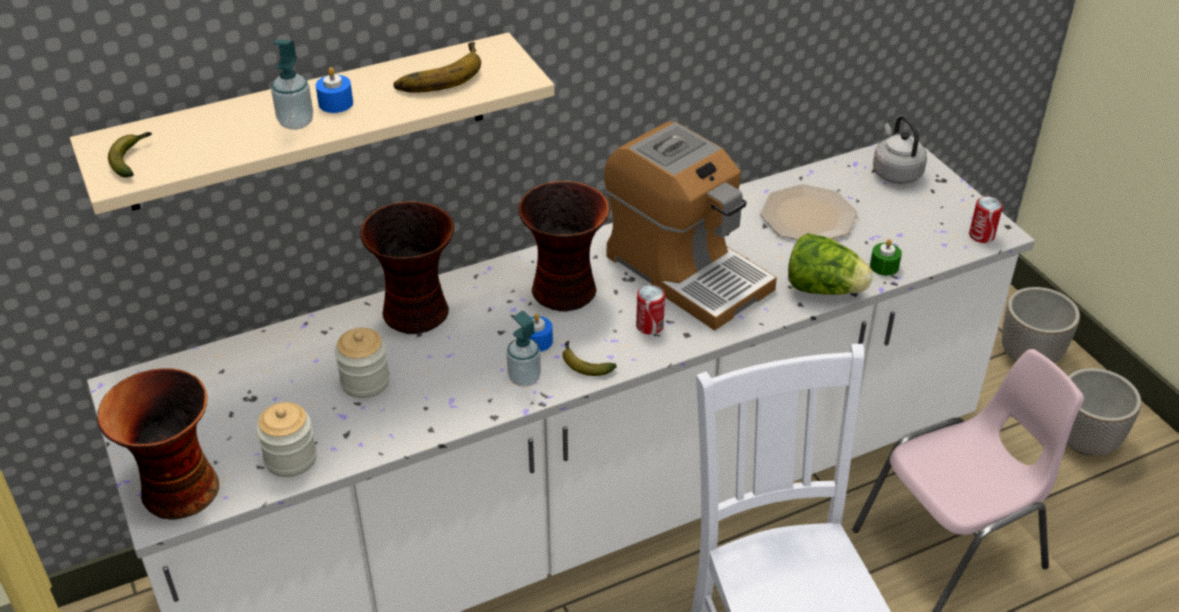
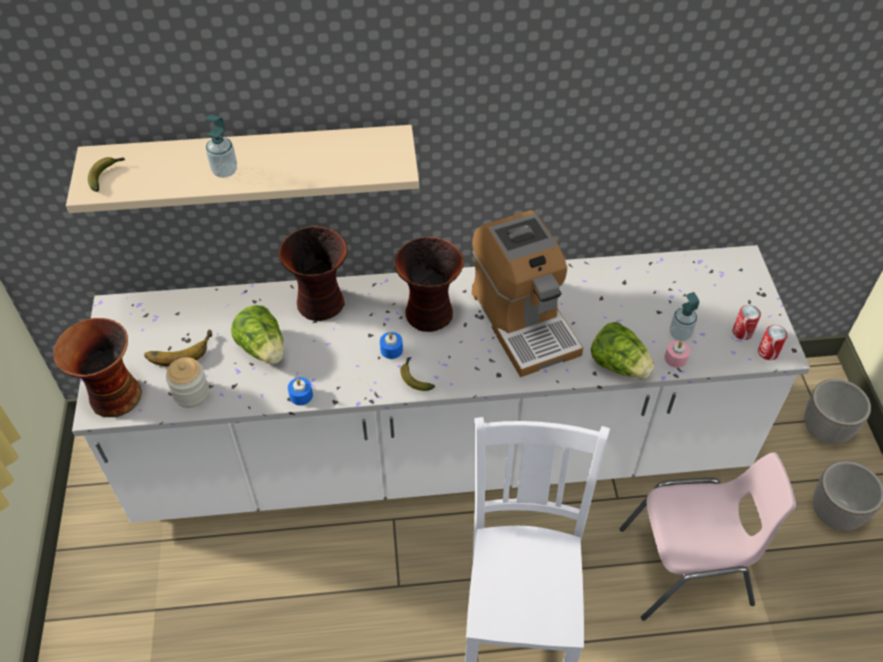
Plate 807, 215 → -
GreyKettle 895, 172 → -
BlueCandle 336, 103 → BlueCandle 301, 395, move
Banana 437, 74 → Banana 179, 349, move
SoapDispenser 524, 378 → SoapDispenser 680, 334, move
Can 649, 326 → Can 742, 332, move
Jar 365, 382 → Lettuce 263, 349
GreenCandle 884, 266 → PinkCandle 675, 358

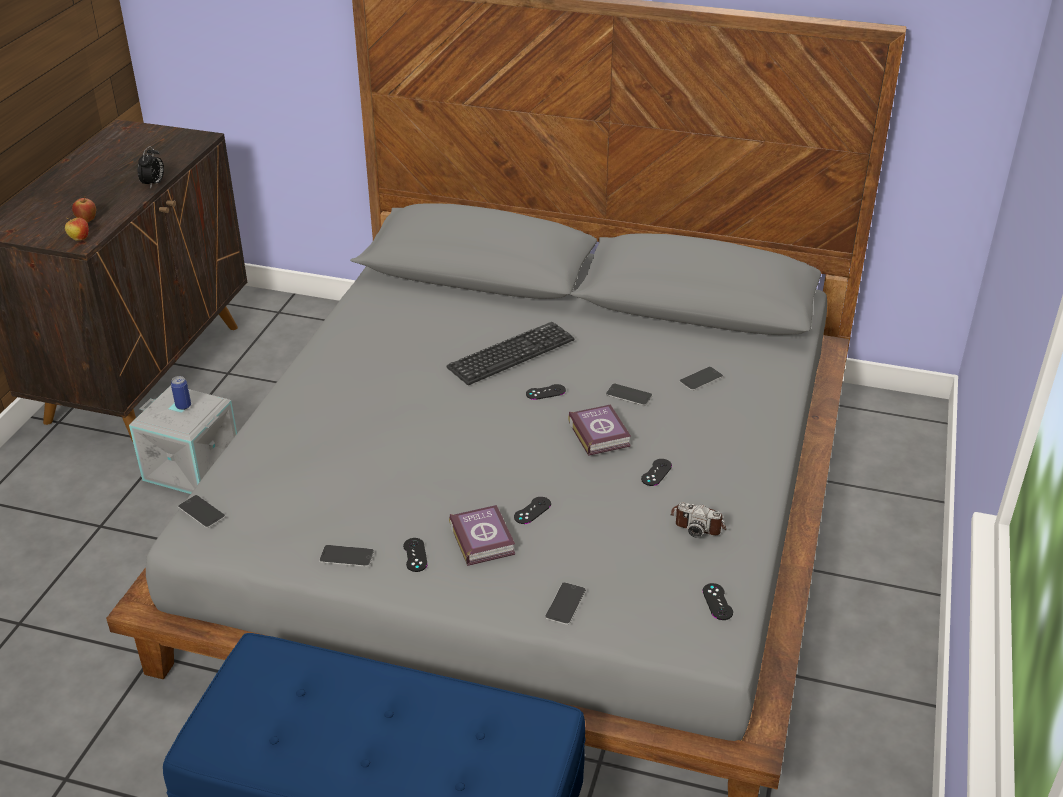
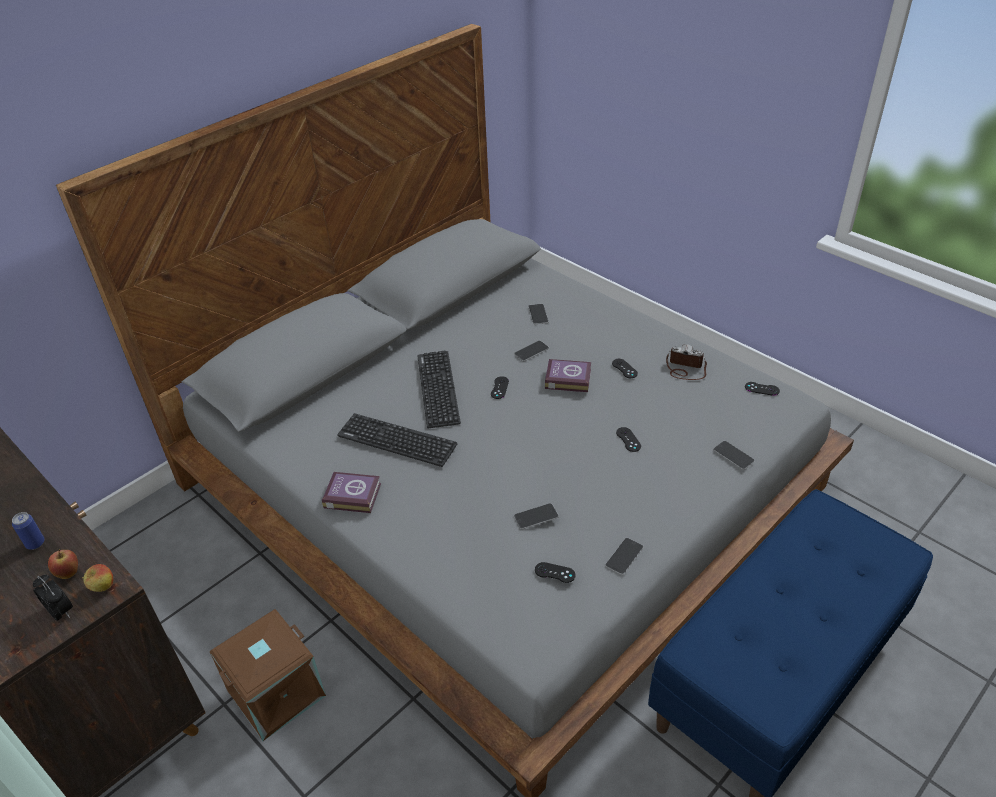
- → Keyboard 397, 440
AlarmClock 154, 184 → AlarmClock 61, 612, move
Can 183, 406 → Can 35, 543, move
Phone 201, 511 → Phone 536, 516, move
BlackGameController 415, 555 → BlackGameController 555, 572, move
Book 482, 538 → Book 351, 495, move
GreyStorageBox 193, 466 → BrownStorageBox 276, 691
PhotoCamera 698, 522 → PhotoCamera 685, 369, 120 degrees counterclockwise

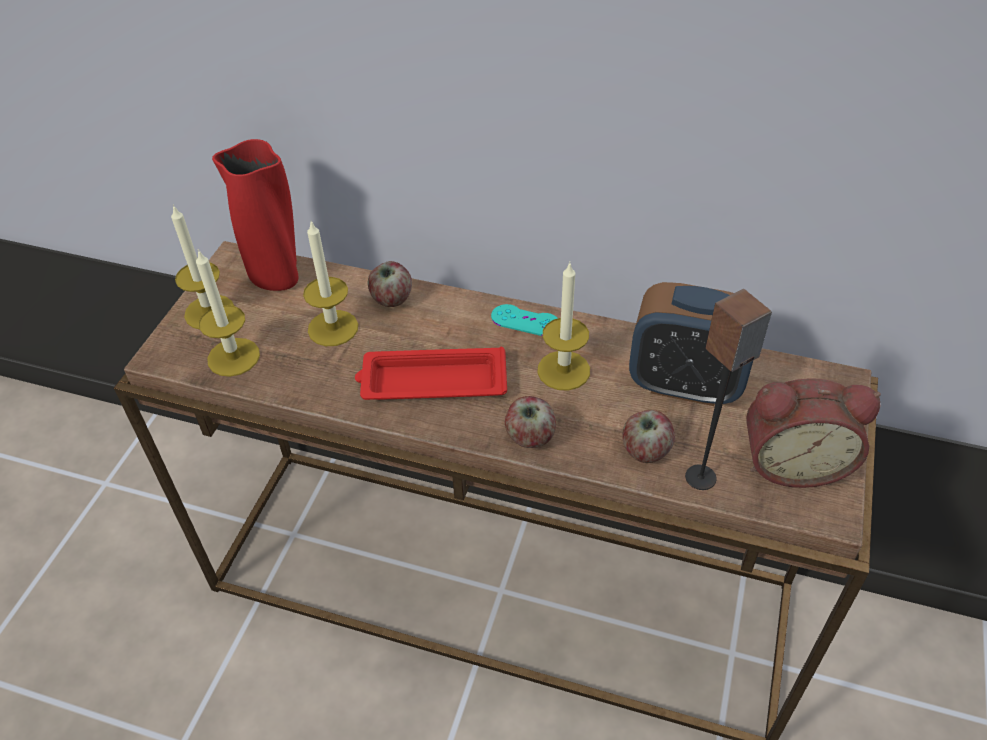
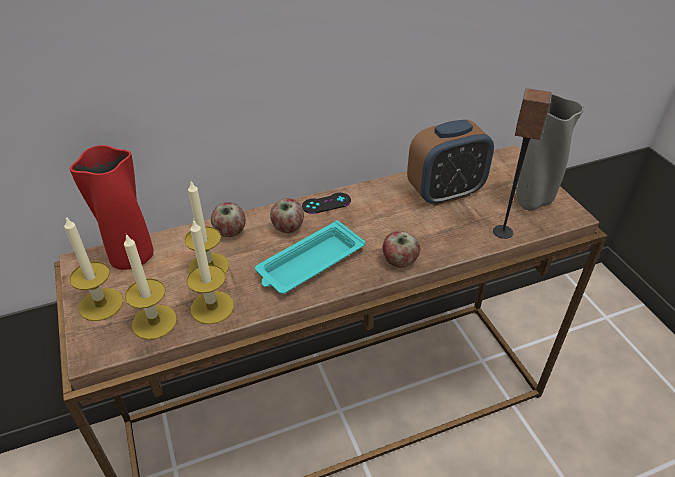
Candle 563, 370 → Candle 212, 307, move
Apple 645, 451 → Apple 287, 228, move
AlarmClock 792, 461 → GreyVase 532, 201
RedTray 431, 382 → TurquoiseTray 309, 264
TurquoiseGameController 525, 320 → BlackGameController 326, 203

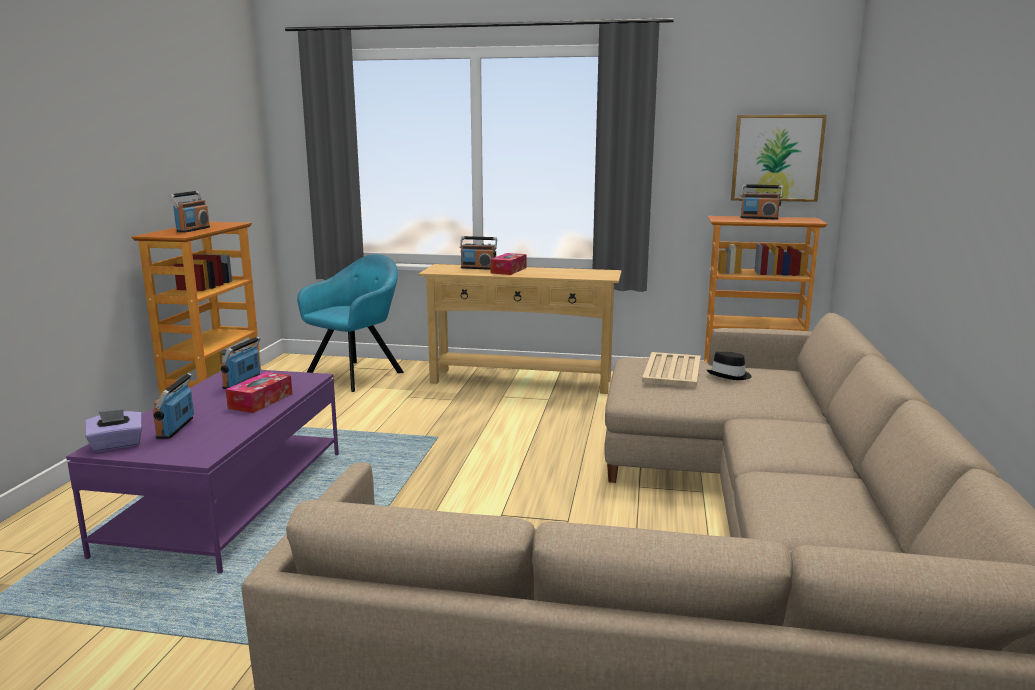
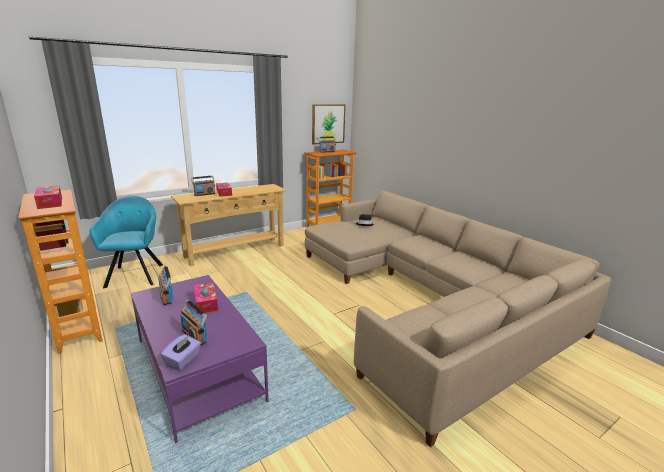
BeigeTray 672, 370 → -
Radio 193, 229 → TissueBox 50, 203

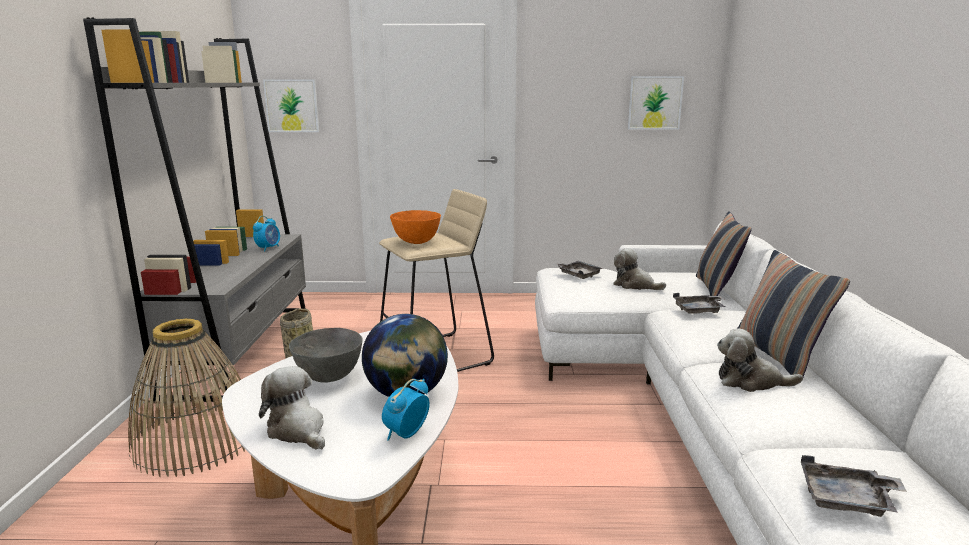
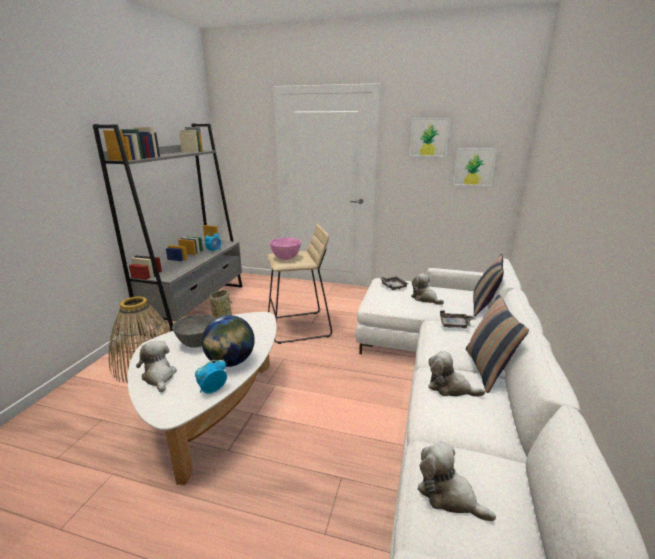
Picture 292, 106 → Picture 429, 137, move
GreyTray 847, 500 → PlushToy 448, 495
OrangeBowl 417, 242 → PinkBowl 286, 258

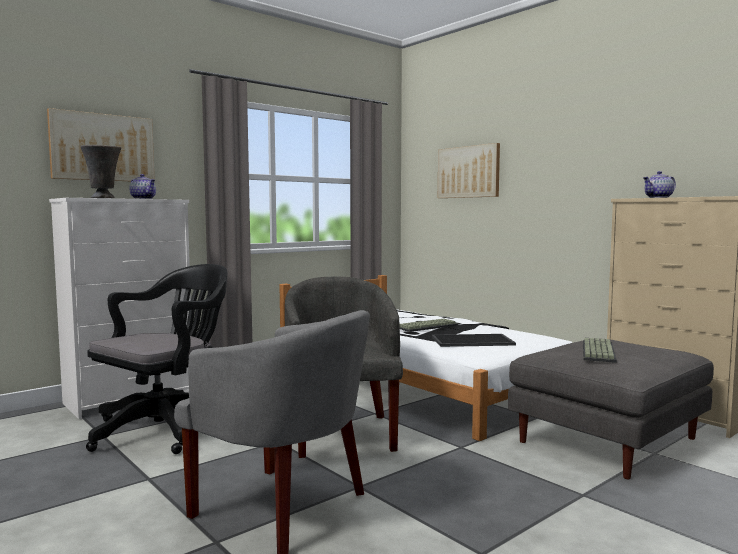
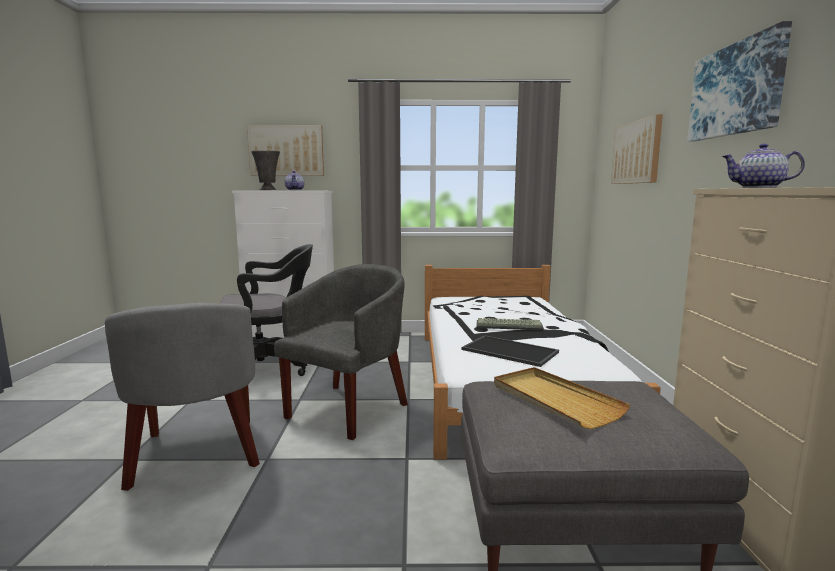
- → Picture 736, 90
Keyboard 596, 351 → BeigeTray 554, 400

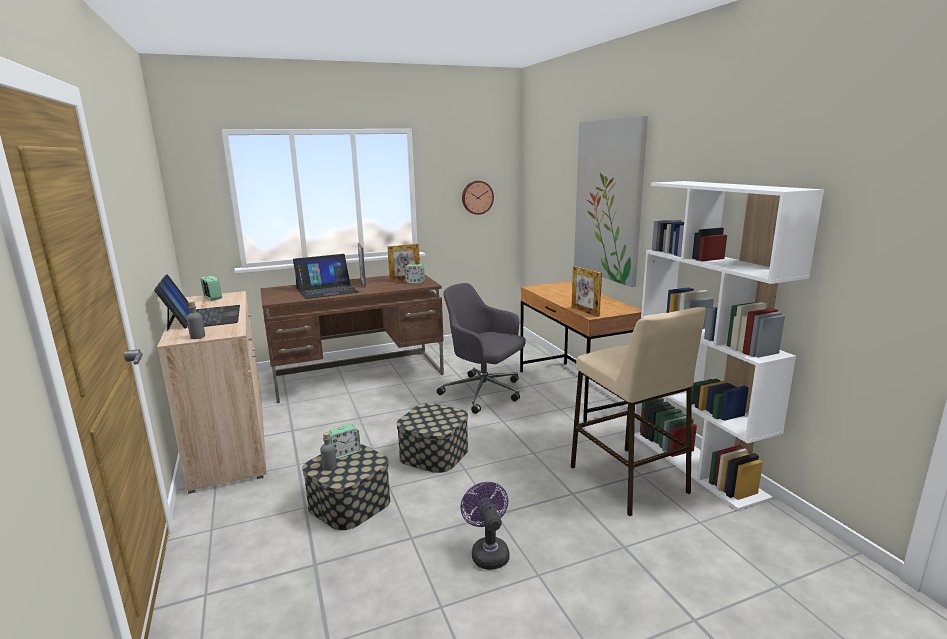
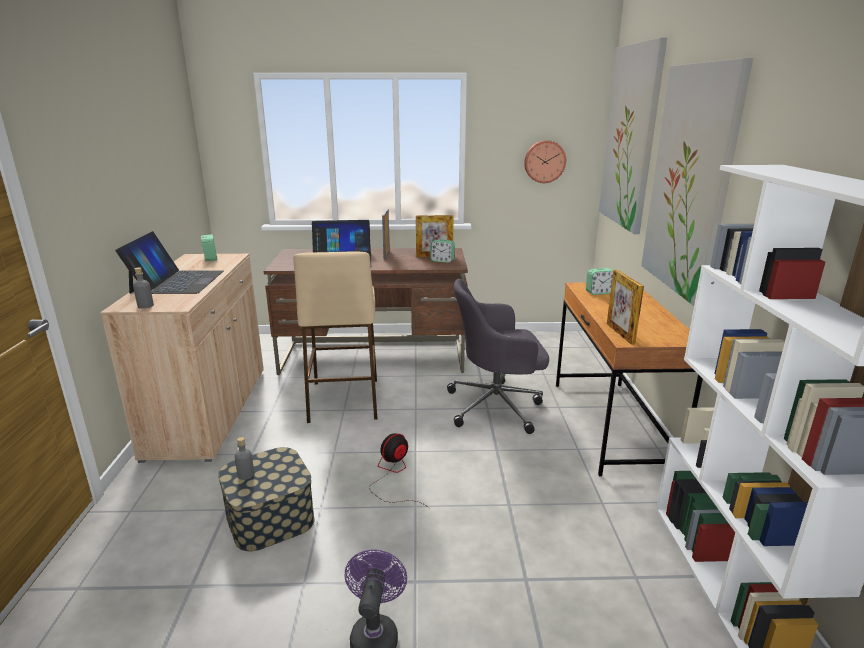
- → Picture 630, 137
AlarmClock 345, 452 → AlarmClock 599, 292, move
BeigeStool 628, 480 → BeigeStool 344, 400, move
StorageBox 434, 453 → Fan 394, 475
GreyOfficeChair 484, 393 → GreyOfficeChair 496, 406, 60 degrees counterclockwise

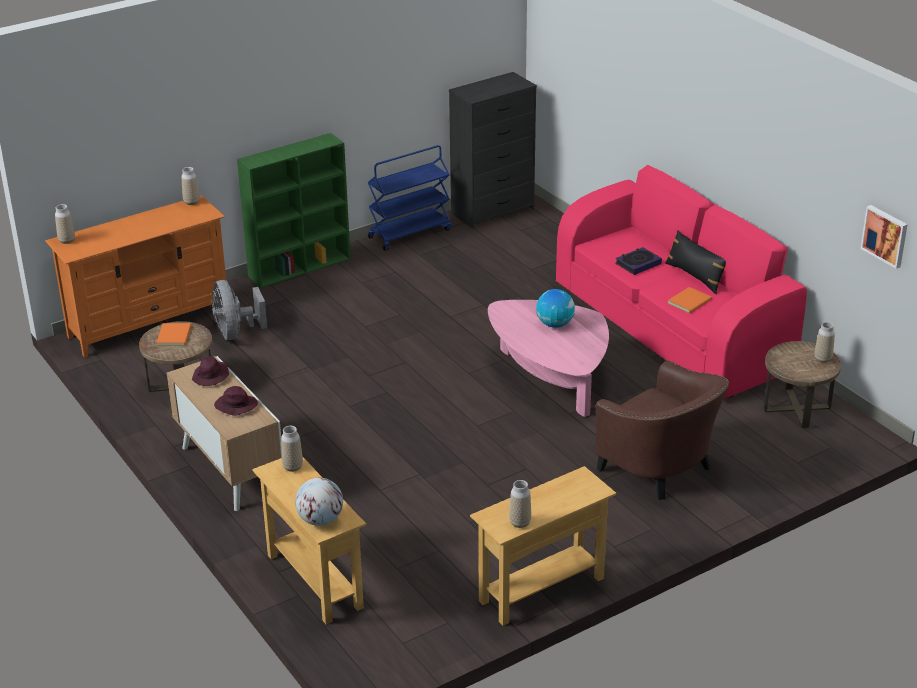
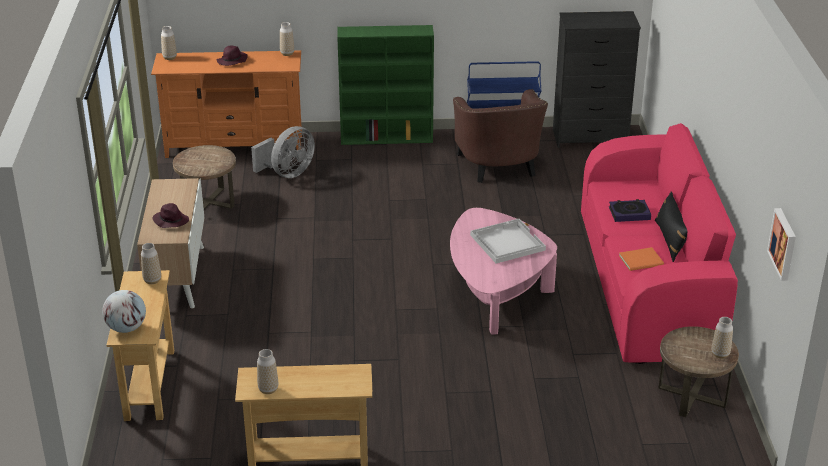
OrangeBook 175, 335 → -
PurpleHat 211, 376 → PurpleHat 232, 61, move
BrownArmchair 661, 469 → BrownArmchair 500, 167, move
Globe 555, 324 → WhiteTray 506, 242
GreyFan 235, 333 → GreyFan 288, 173, 150 degrees counterclockwise

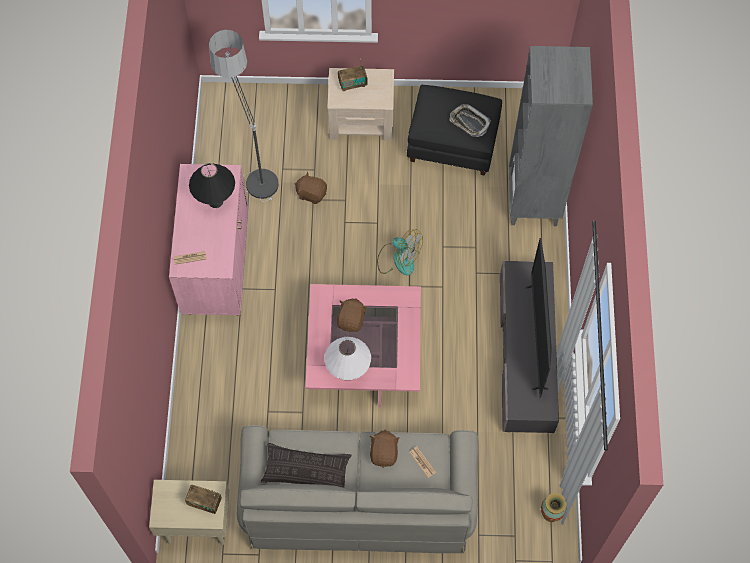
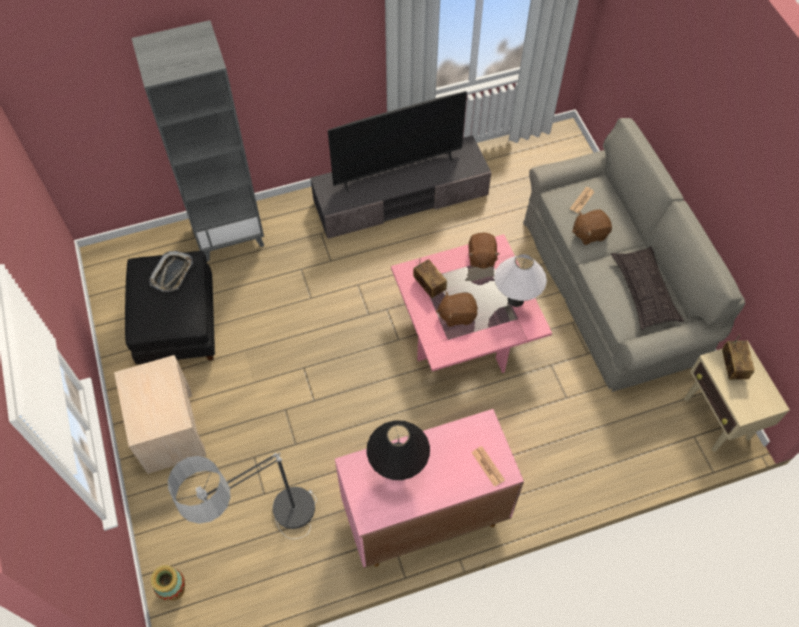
Fan 398, 258 → -
BrownPlushToy 311, 193 → BrownPlushToy 481, 257, move
Radio 352, 84 → Radio 429, 285, move
Vase 551, 513 → Vase 174, 589, move

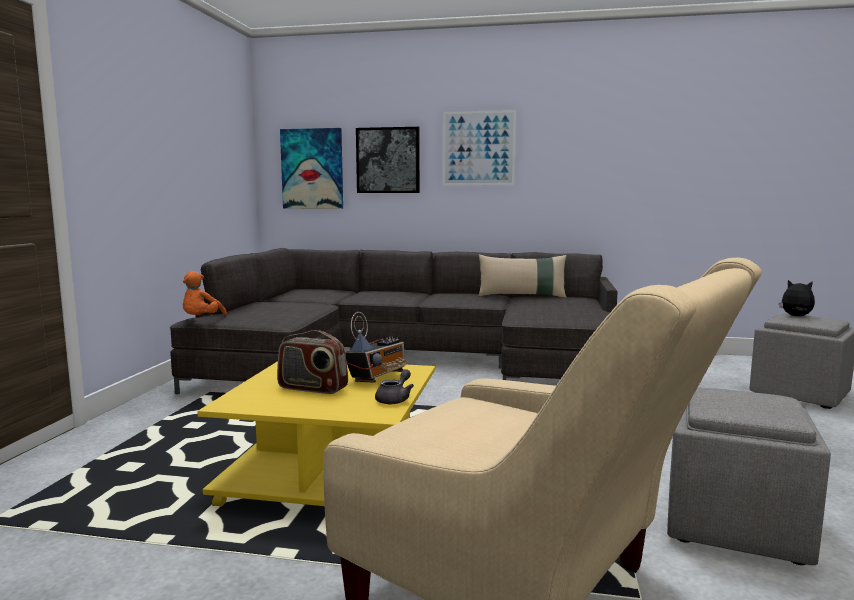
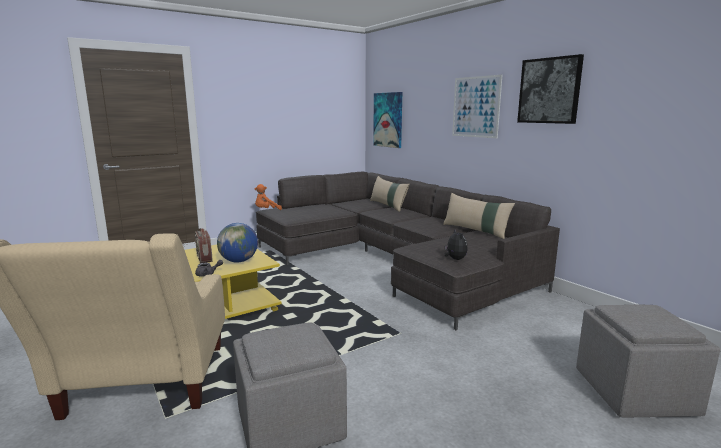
- → BeigePillow 388, 206
Picture 388, 160 → Picture 549, 90, move
PlushToy 796, 316 → PlushToy 455, 259, move
Radio 377, 377 → Globe 239, 261

